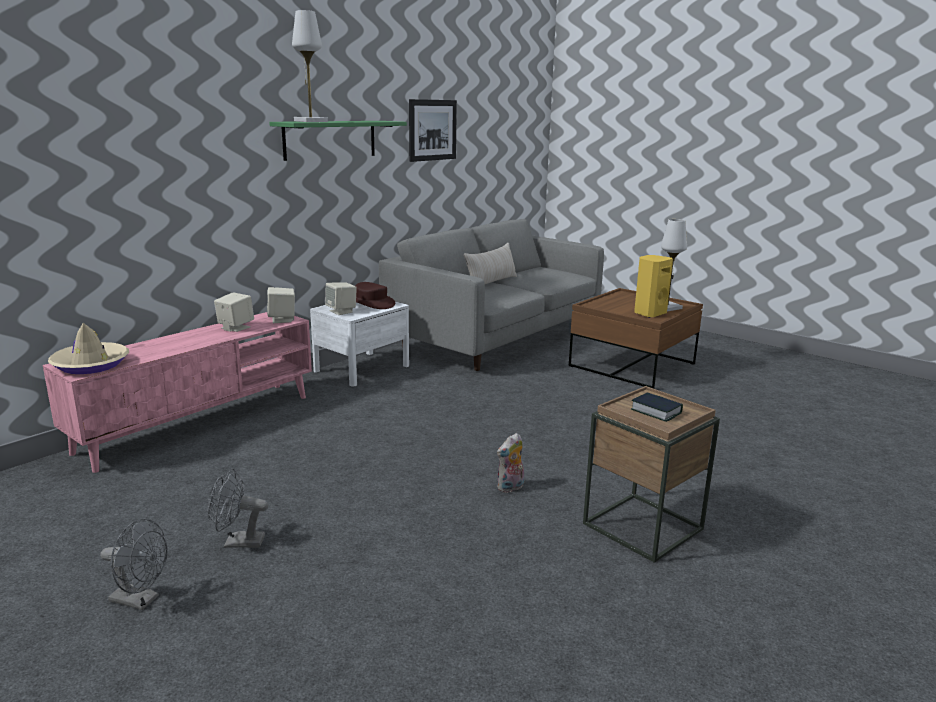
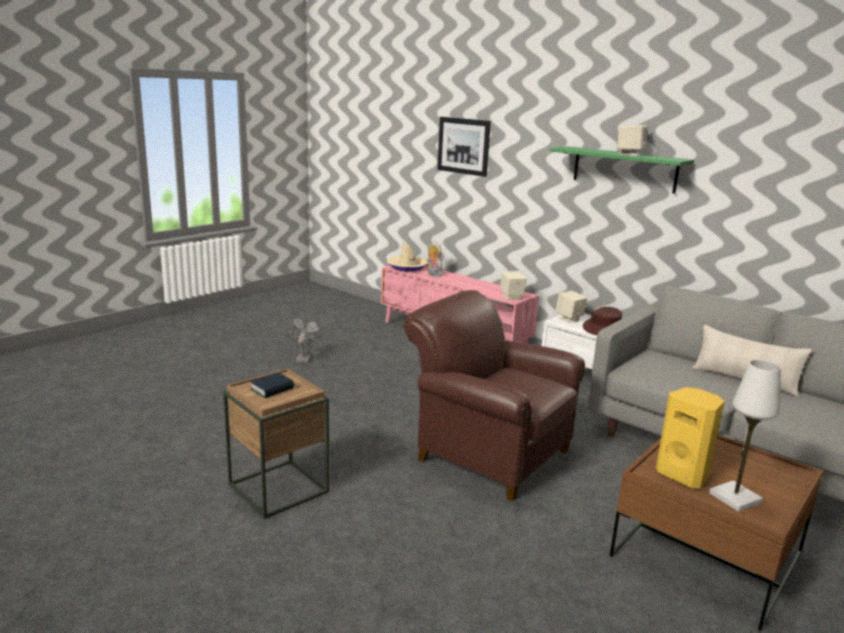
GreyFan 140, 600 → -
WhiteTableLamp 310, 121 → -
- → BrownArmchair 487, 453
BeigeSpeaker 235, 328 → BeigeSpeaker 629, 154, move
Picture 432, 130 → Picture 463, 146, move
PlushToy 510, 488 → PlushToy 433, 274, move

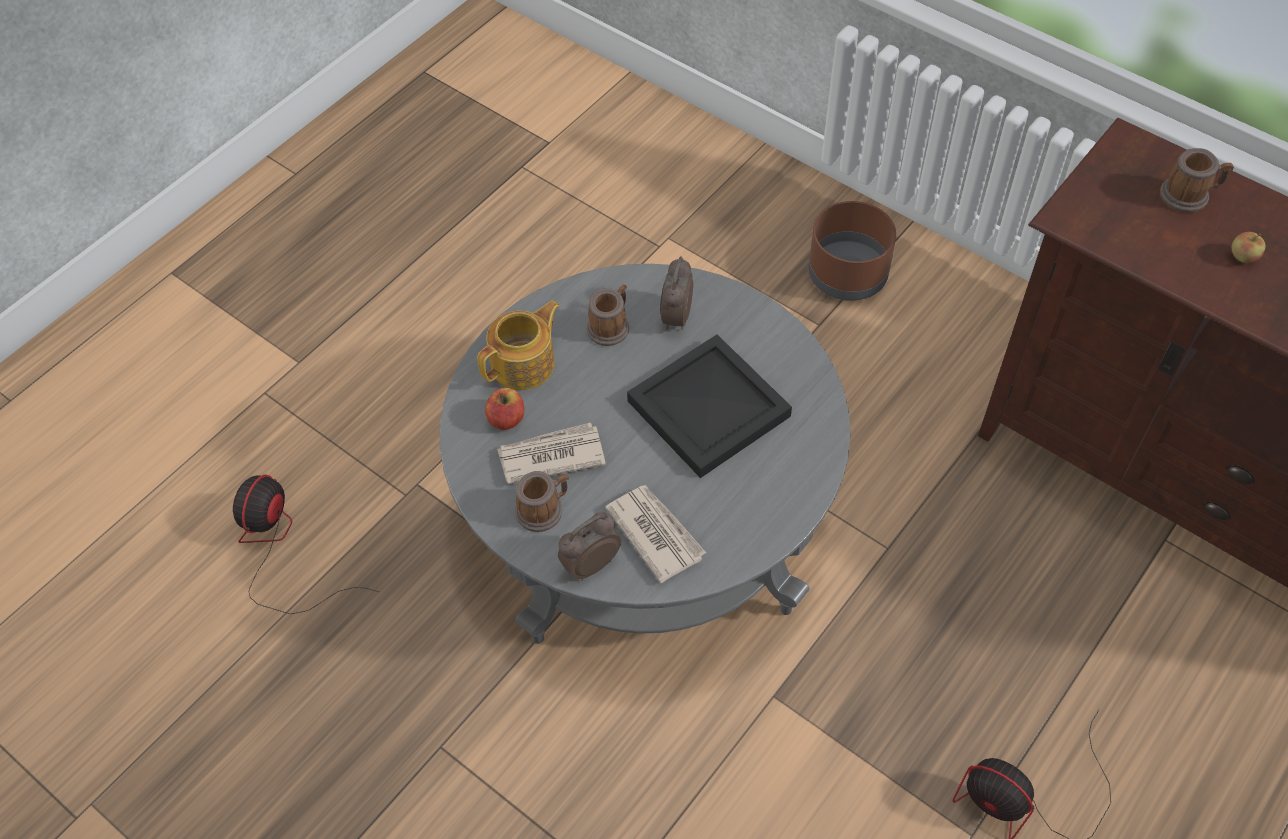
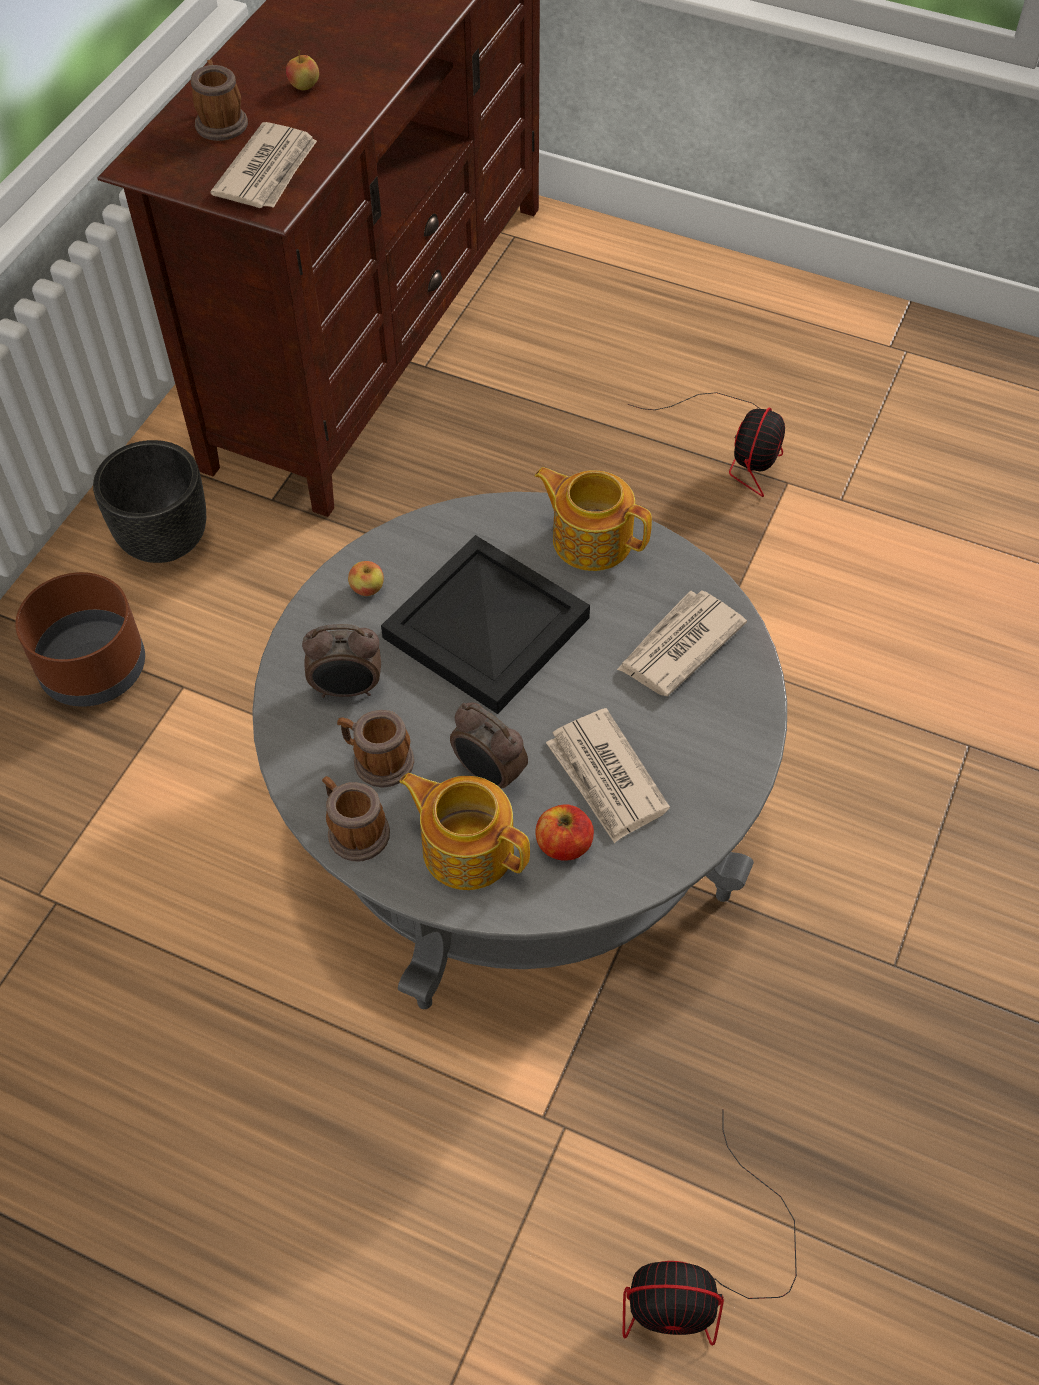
- → BlackPlanter 164, 540
- → Newspaper 268, 171
- → Apple 367, 589
- → Teapot 591, 538
Mug 544, 509 → Mug 354, 830, move
AlarmClock 590, 564 → AlarmClock 488, 774, move

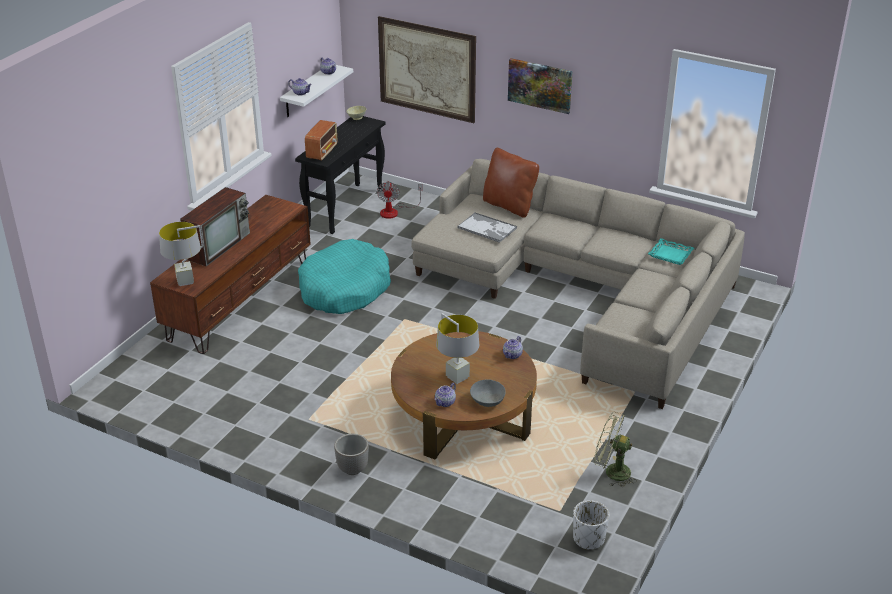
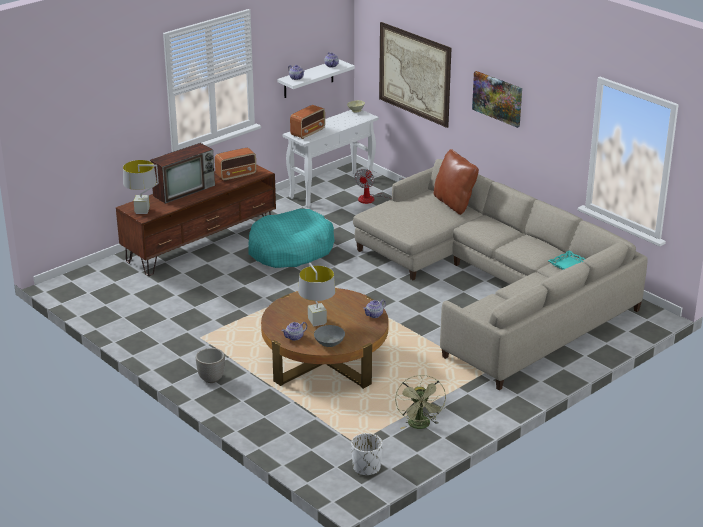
Tray 487, 228 → -
- → Radio 236, 175
BlackConsoleTable 345, 208 → WhiteConsoleTable 332, 189
GreenFan 611, 472 → GreenFan 420, 426, 135 degrees counterclockwise

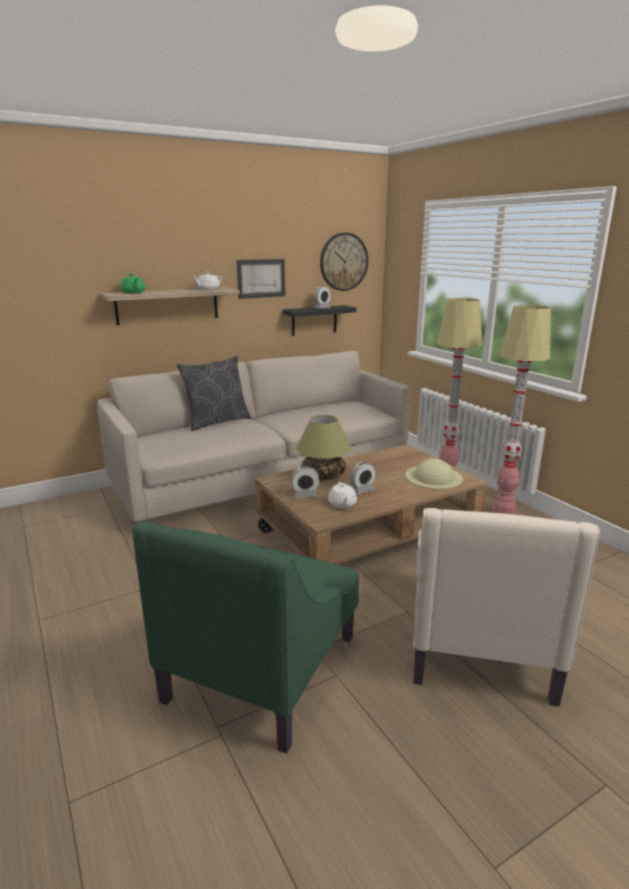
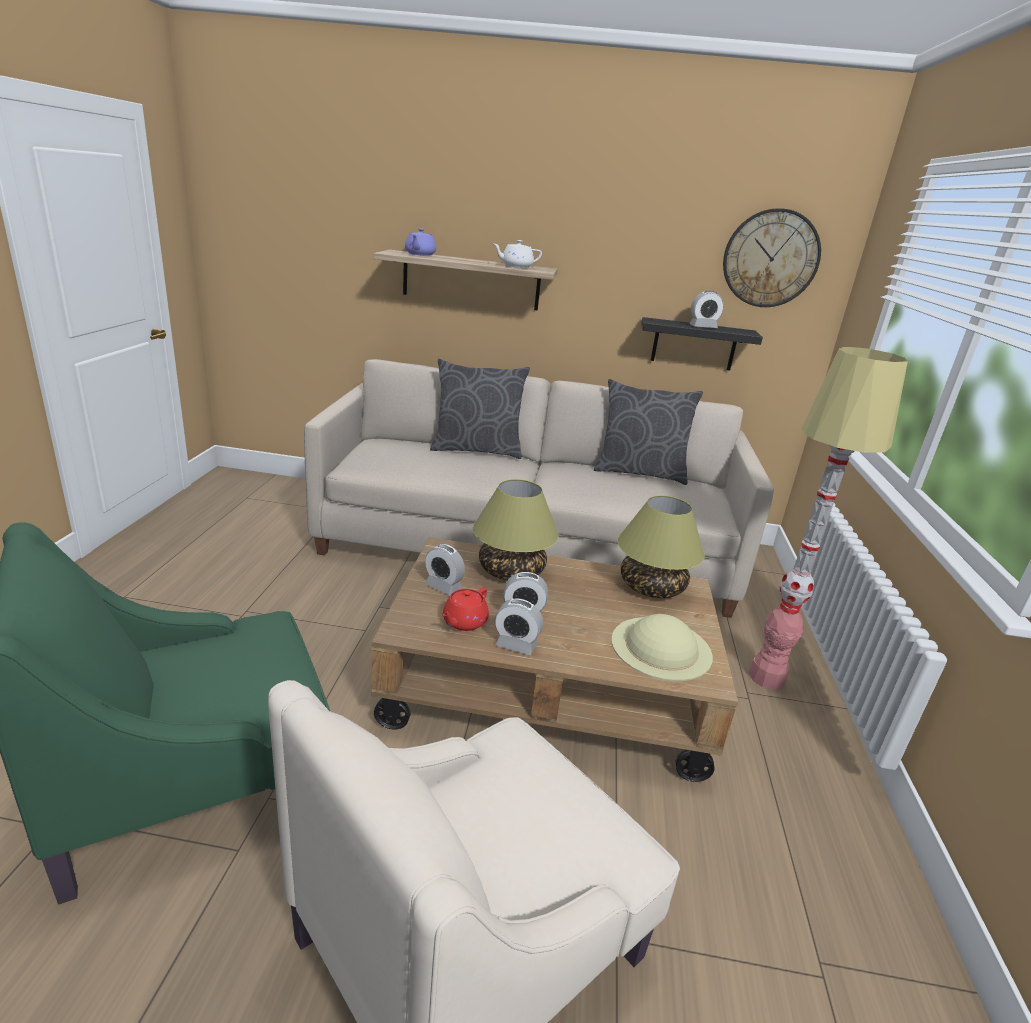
Picture 261, 278 → -
FloorLamp 503, 512 → -
- → AlarmClock 516, 645
- → GreyPillow 639, 472
- → TableLamp 652, 587
GreenTeapot 133, 292 → PurpleTeapot 420, 254
WhiteTeapot 342, 504 → RedTeapot 464, 622

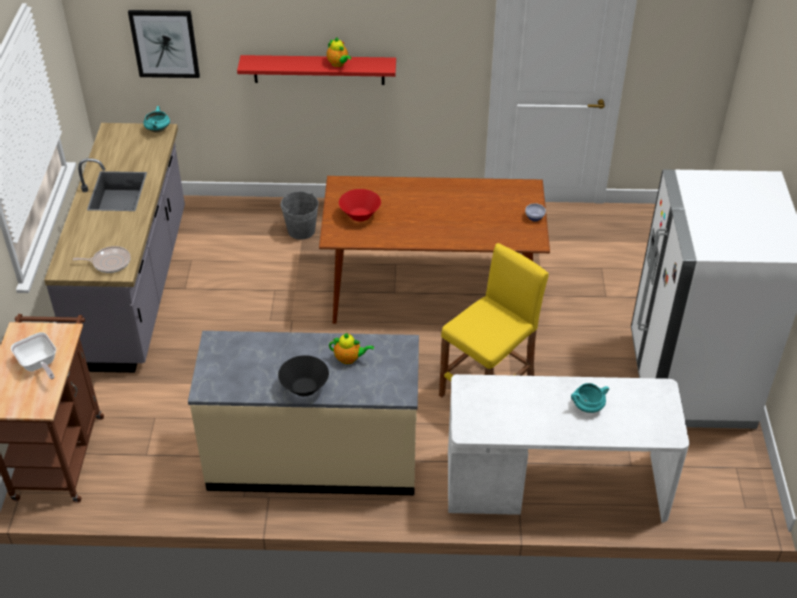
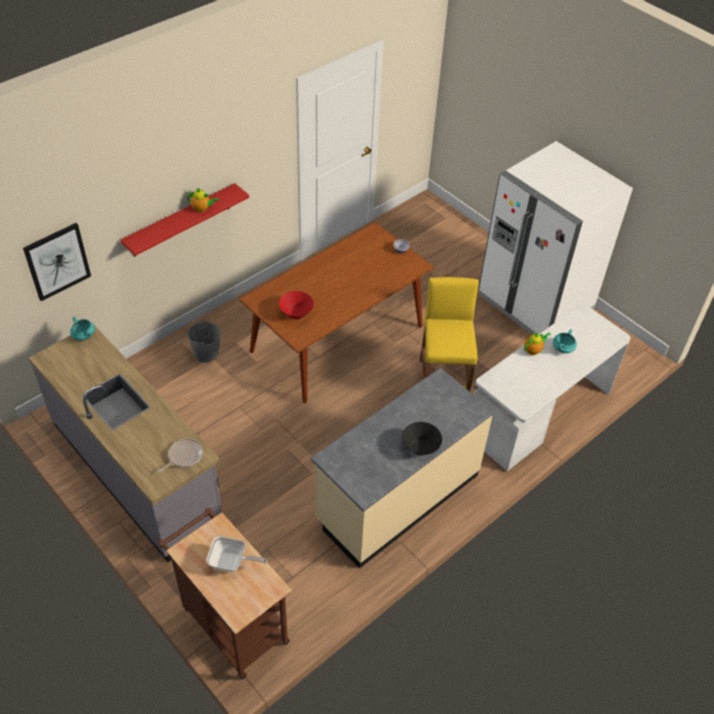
Teapot 349, 359 → Teapot 533, 350, move

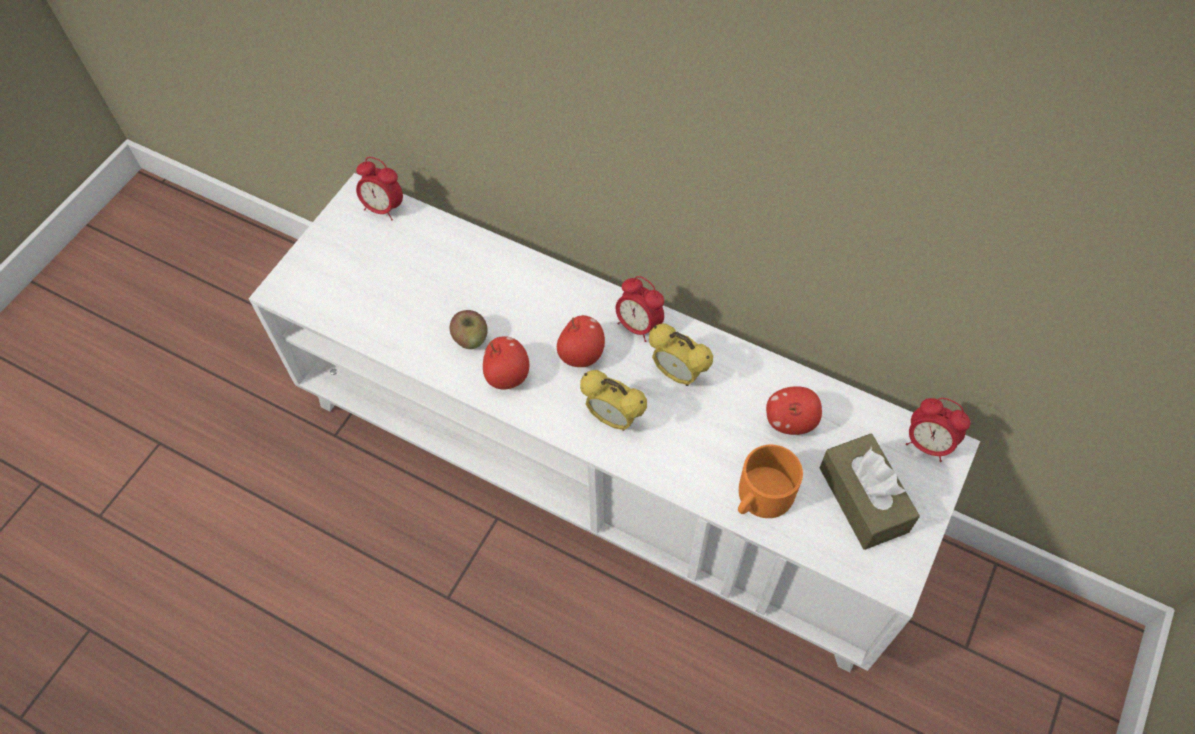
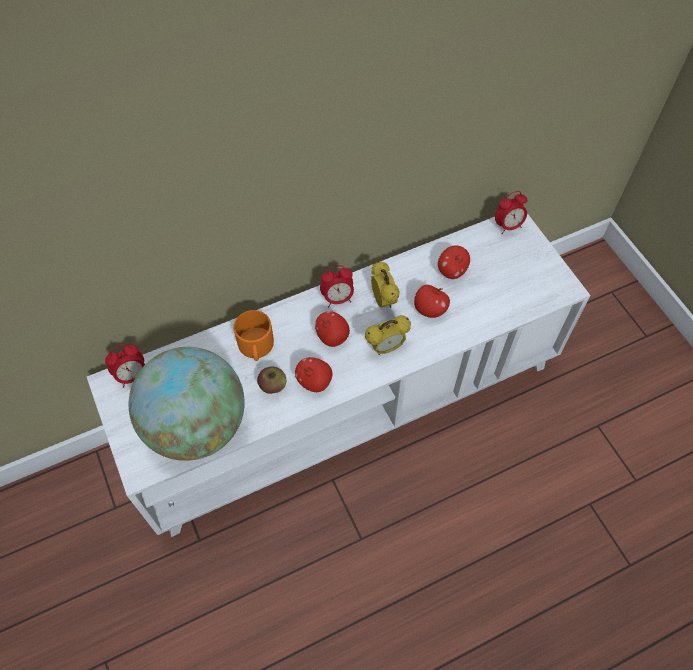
BrownTissueBox 863, 499 → -
- → Globe 196, 426
- → Apple 429, 310
OrangeMug 761, 497 → OrangeMug 256, 347, move
AlarmClock 678, 374 → AlarmClock 383, 300, 90 degrees counterclockwise

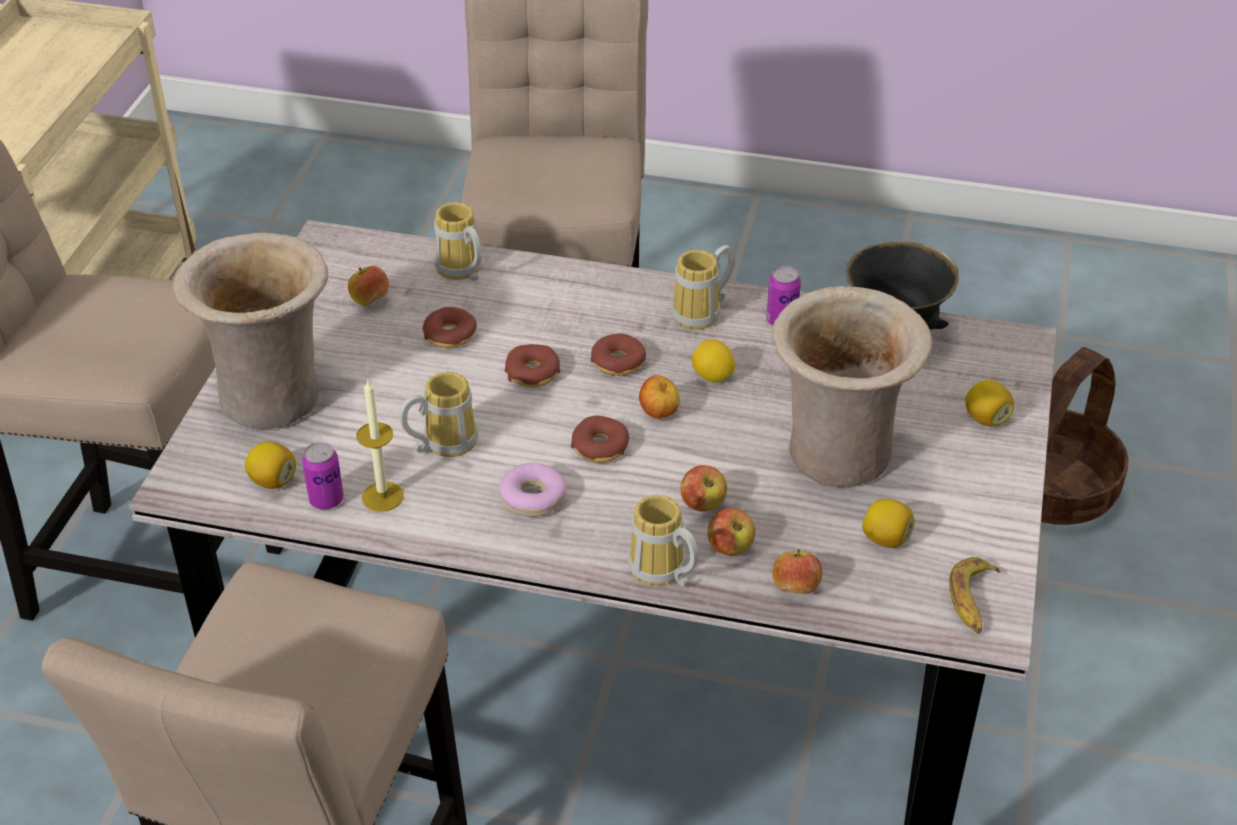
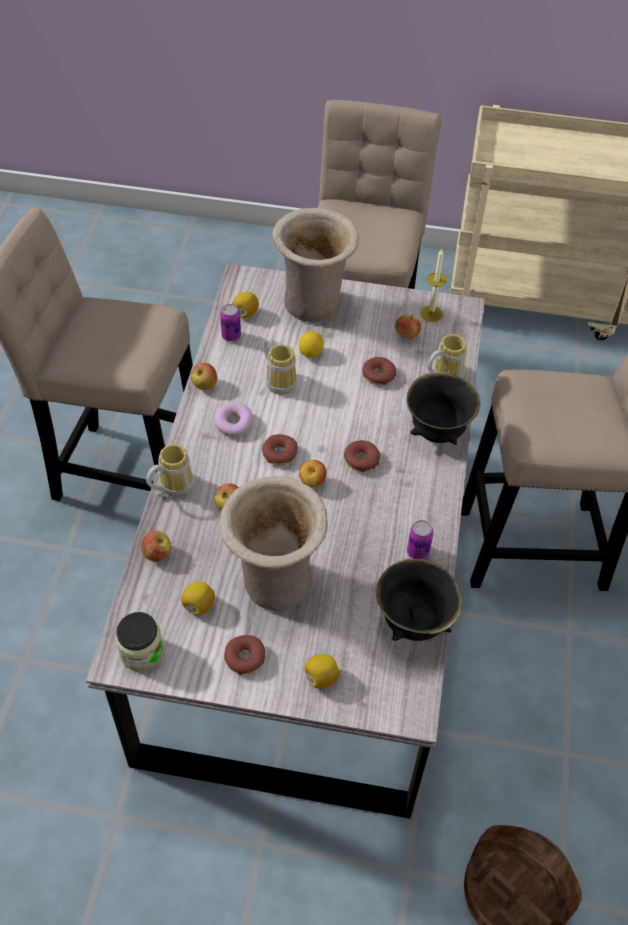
Mug 703, 314 → -
- → BlackBowl 437, 432
Candle 382, 496 → Candle 431, 313, move
Donut 533, 373 → Donut 245, 658, move
Lemon 712, 377 → Lemon 310, 353, move
Apple 730, 548 → Apple 204, 385, move
Banana 973, 601 → Jar 141, 652

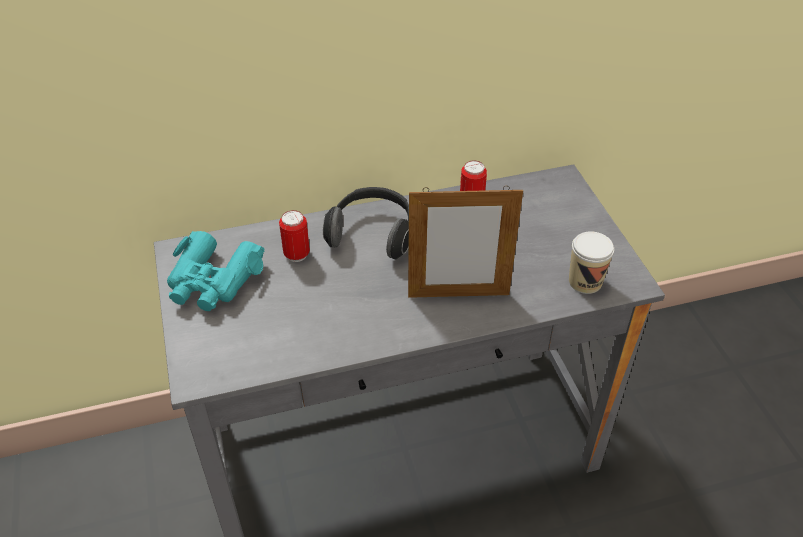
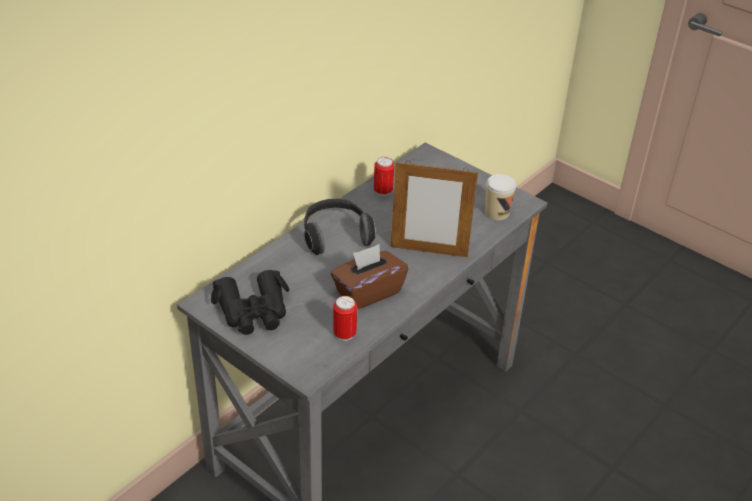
- → BrownTissueBox 368, 292
Can 297, 254 → Can 344, 334, move
TurquoiseBinoculars 213, 281 → BlackBinoculars 253, 311
PictureFrame 458, 295 → PictureFrame 429, 251, 45 degrees clockwise

